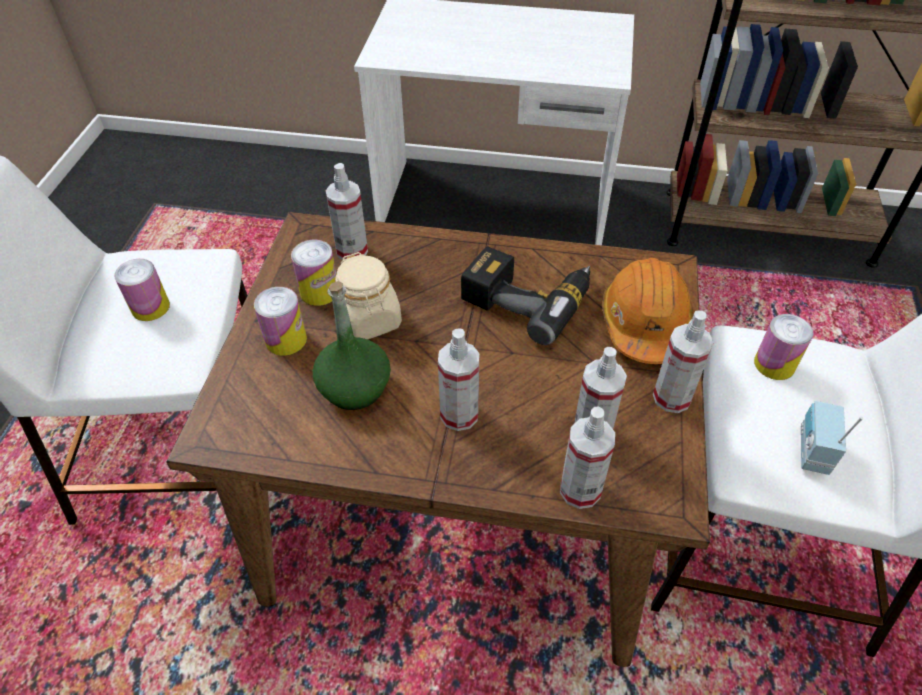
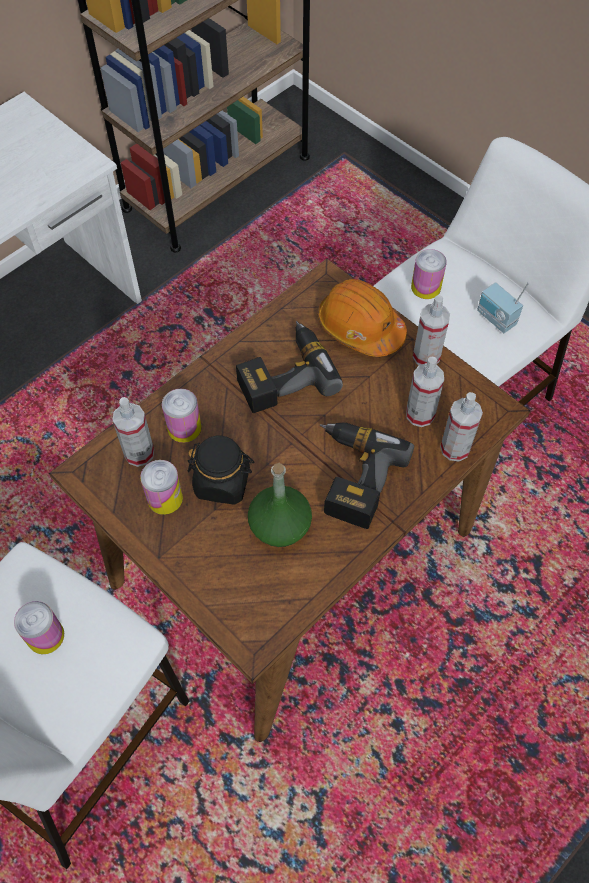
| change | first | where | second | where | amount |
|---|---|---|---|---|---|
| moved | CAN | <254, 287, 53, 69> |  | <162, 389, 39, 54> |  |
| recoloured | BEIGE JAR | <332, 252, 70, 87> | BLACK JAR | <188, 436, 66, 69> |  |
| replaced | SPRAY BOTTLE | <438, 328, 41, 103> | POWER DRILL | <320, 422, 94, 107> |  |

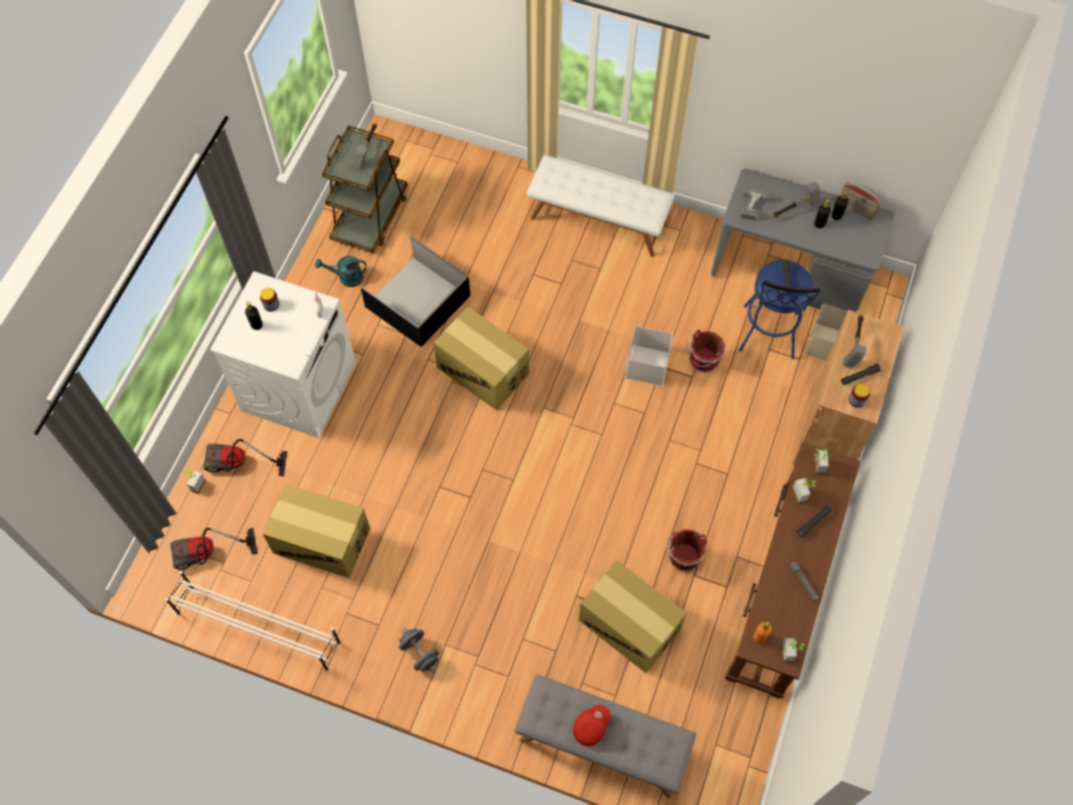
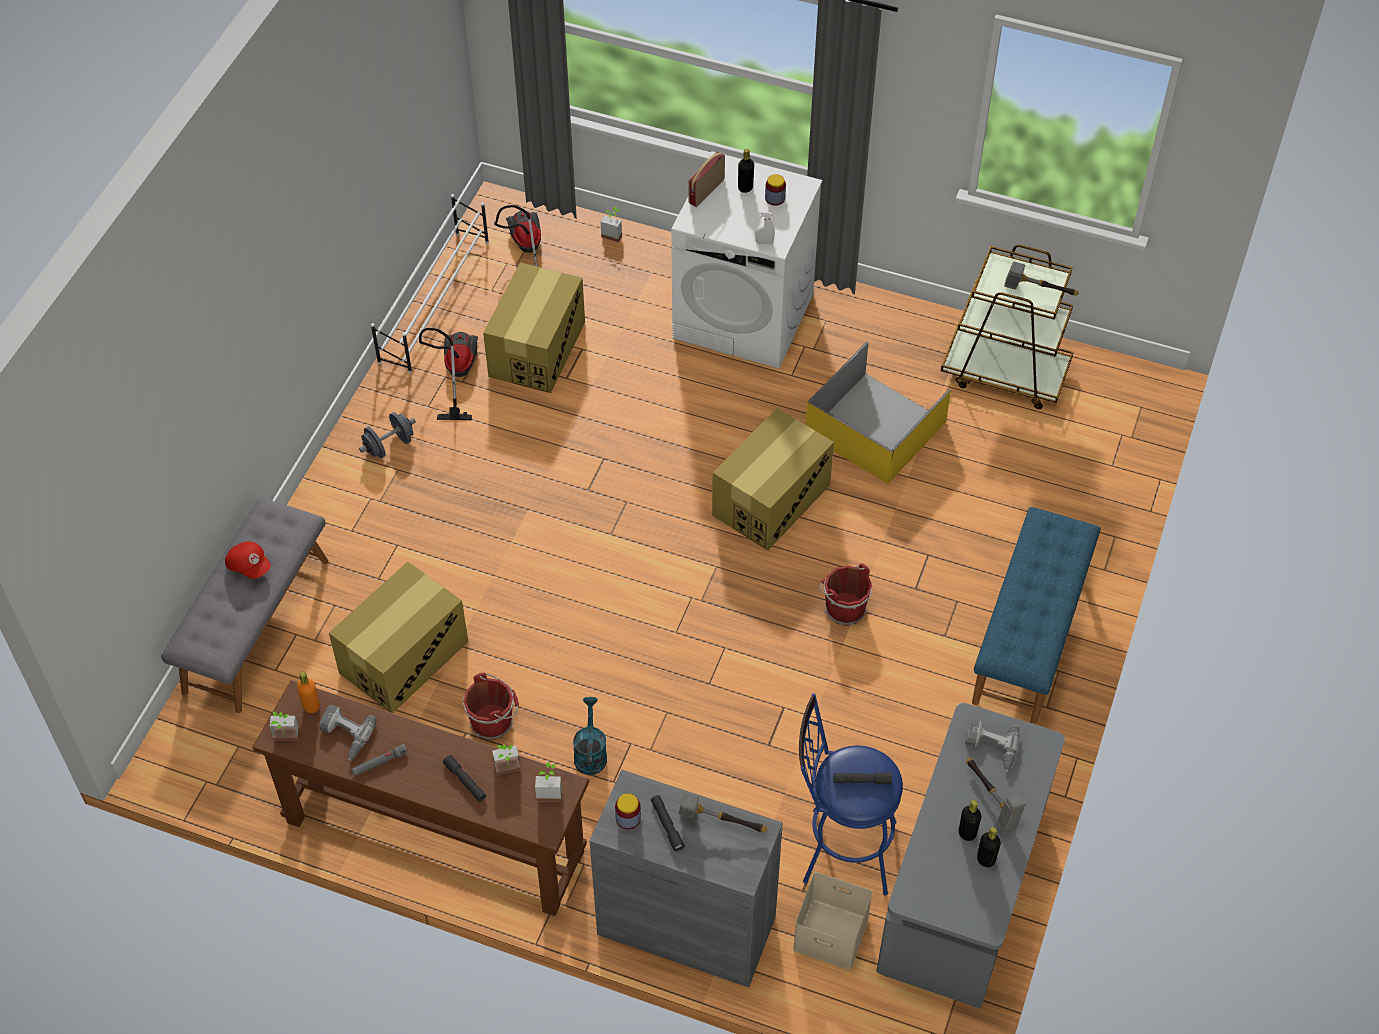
| change | first | where | second | where | amount |
|---|---|---|---|---|---|
| added |  |  | POWER DRILL | <319, 705, 58, 55> |  |
| moved | VACUUM CLEANER | <204, 439, 83, 37> |  | <419, 328, 59, 92> |  |
| moved | TURQUOISE WATERING CAN | <315, 256, 51, 31> |  | <573, 697, 34, 78> |  |
| recoloured | BROWN CABINET | <793, 310, 111, 155> | GREY CABINET | <590, 770, 193, 217> |  |
| moved | RADIO | <840, 182, 41, 38> |  | <689, 152, 36, 55> |  |
| recoloured | BLACK STORAGE BOX | <360, 236, 110, 111> | YELLOW STORAGE BOX | <805, 342, 146, 142> |  |
| moved | RED BUCKET | <687, 330, 38, 43> |  | <820, 563, 52, 63> |  |
| recoloured | WHITE BENCH | <527, 155, 148, 102> | BLUE BENCH | <972, 507, 129, 217> |  |
| removed | WHITE STORAGE BOX | <625, 326, 48, 60> |  |  |  |

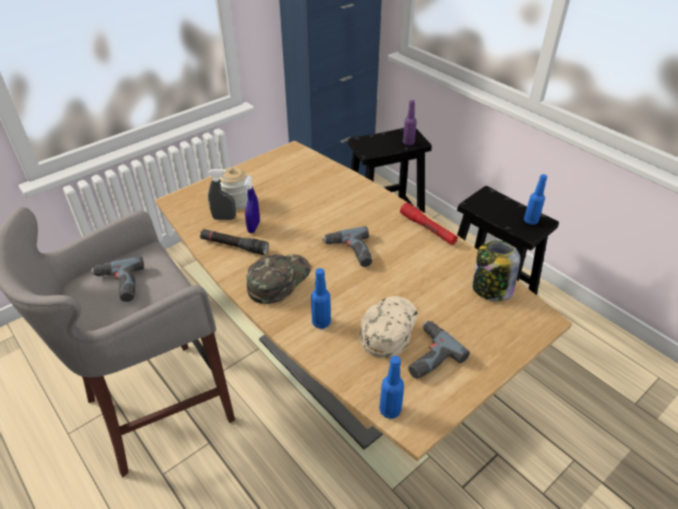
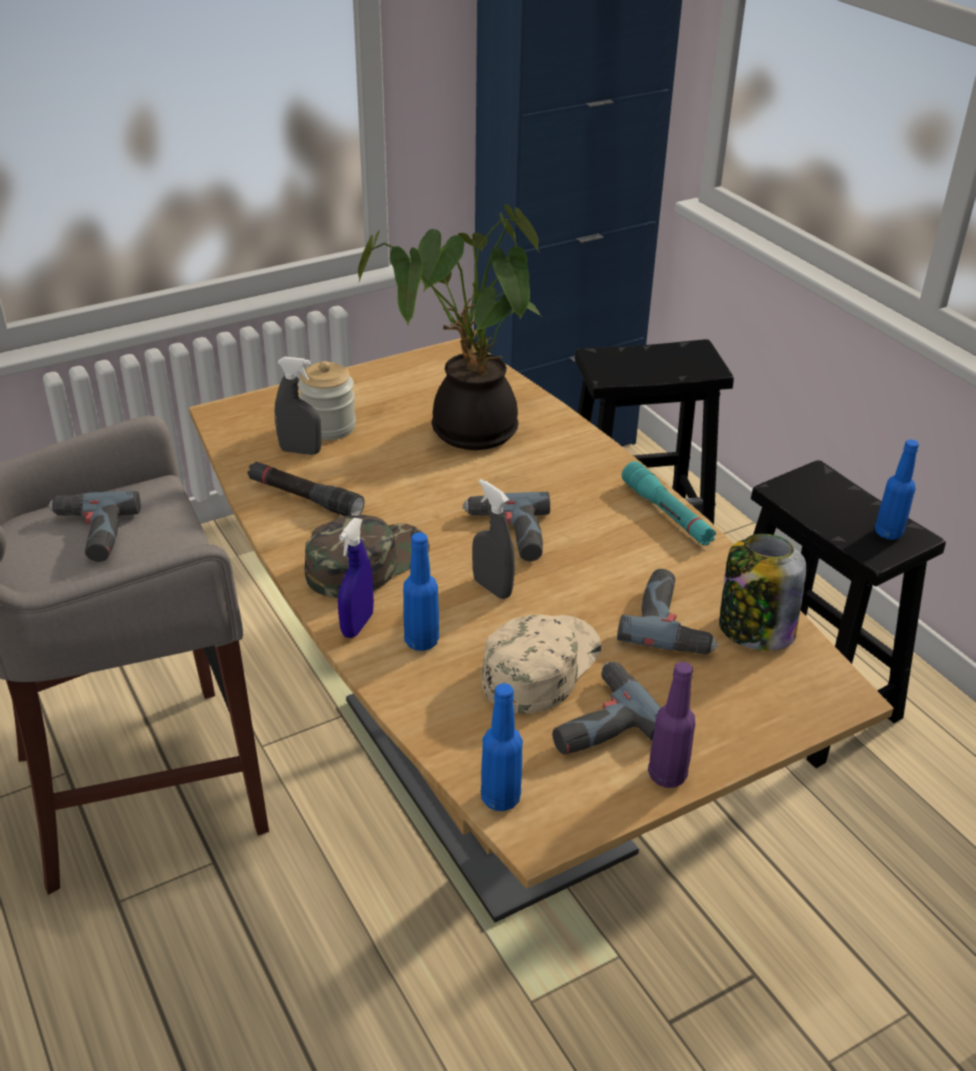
| change | first | where | second | where | amount |
|---|---|---|---|---|---|
| moved | BLUE SPRAY BOTTLE | <244, 176, 16, 57> |  | <338, 518, 36, 120> |  |
| added |  |  | POTTED PLANT | <358, 204, 183, 246> |  |
| added |  |  | GREY SPRAY BOTTLE | <472, 479, 43, 120> |  |
| added |  |  | POWER DRILL | <617, 569, 101, 85> |  |
| recoloured | RED FLASHLIGHT | <400, 203, 58, 42> | TURQUOISE FLASHLIGHT | <622, 461, 94, 84> |  |
| moved | PURPLE BOTTLE | <403, 100, 14, 45> |  | <648, 662, 47, 126> |  |

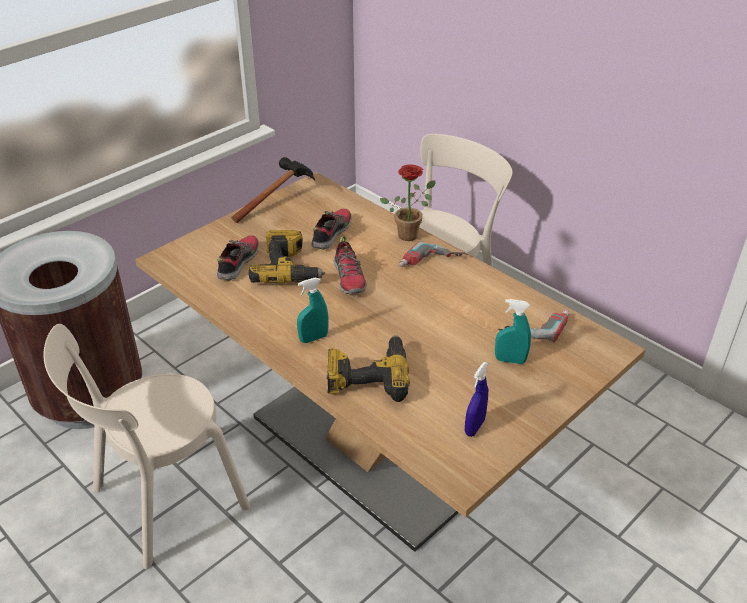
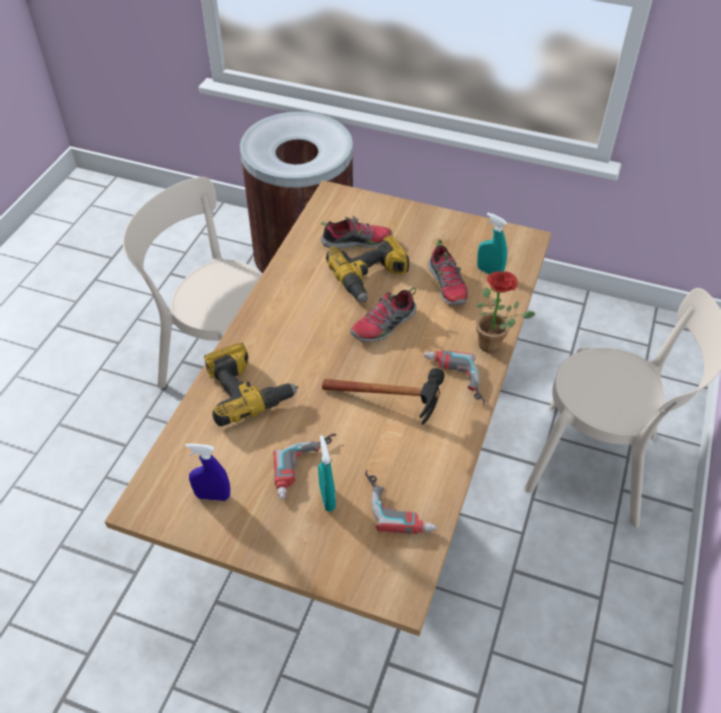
| change | first | where | second | where | amount |
|---|---|---|---|---|---|
| added |  |  | POWER DRILL | <274, 434, 63, 66> |  |
| moved | HAMMER | <231, 157, 84, 66> |  | <322, 368, 123, 57> |  |
| turned | SHOE | <311, 209, 41, 41> |  | <428, 240, 40, 66> | 75 degrees clockwise |
| moved | TURQUOISE SPRAY BOTTLE | <297, 278, 31, 65> |  | <477, 213, 30, 61> |  |

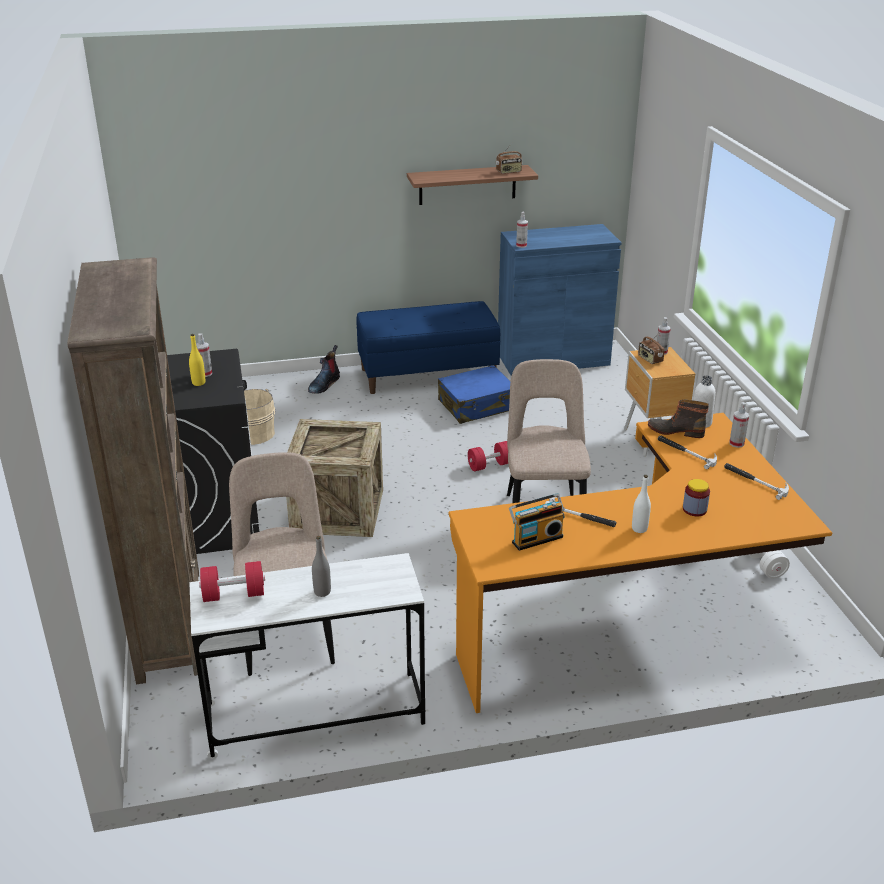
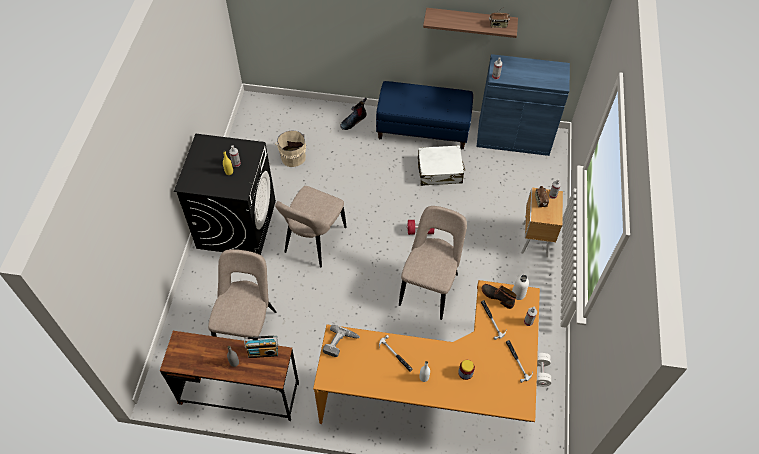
| change | first | where | second | where | amount |
|---|---|---|---|---|---|
| recoloured | WHITE DESK | <189, 553, 236, 206> | BROWN DESK | <160, 331, 139, 90> |  |
| moved | RADIO | <509, 493, 56, 58> |  | <244, 335, 34, 23> |  |
| replaced | CRATE | <286, 419, 97, 118> | BEIGE CHAIR | <275, 186, 72, 81> |  |
| added |  |  | POWER DRILL | <323, 325, 37, 32> |  |
| recoloured | BLUE SUITCASE | <438, 365, 73, 59> | WHITE SUITCASE | <418, 145, 47, 41> |  |
| removed | BROWN BOOKCASE | <68, 257, 131, 427> |  |  |  |
| removed | RED DUMBBELL | <199, 561, 66, 41> |  |  |  |

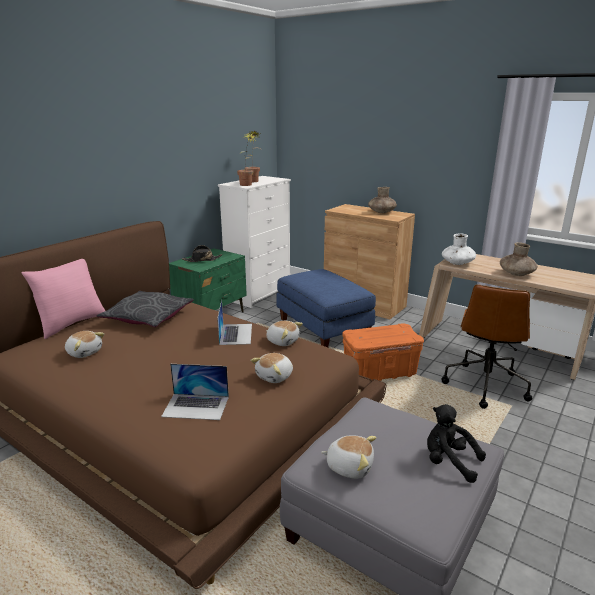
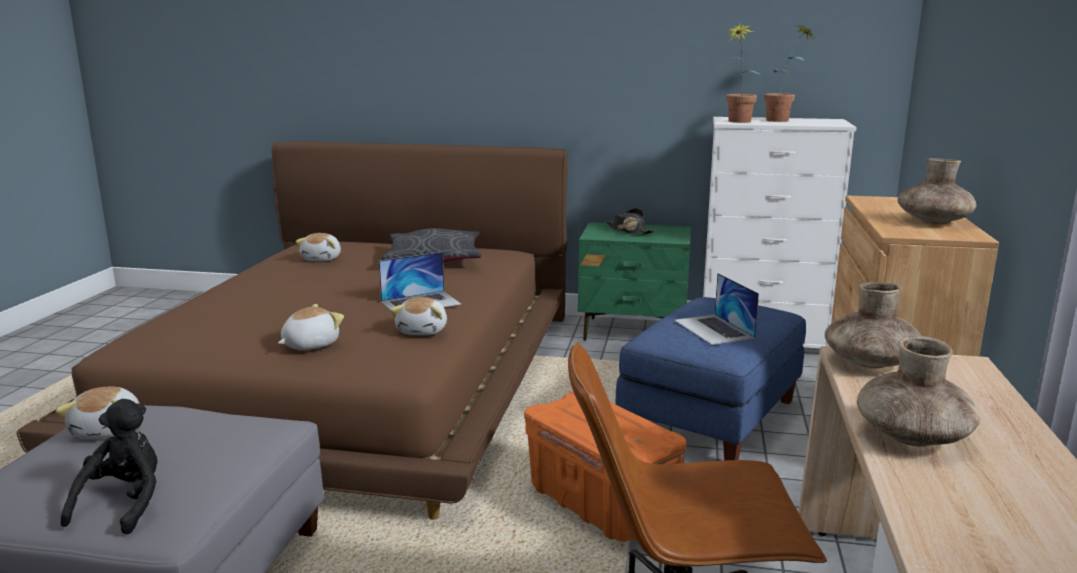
| change | first | where | second | where | amount |
|---|---|---|---|---|---|
| turned | PLUSH TOY | <251, 353, 42, 30> |  | <278, 304, 66, 46> | 120 degrees clockwise |
| moved | LAPTOP | <161, 364, 68, 56> |  | <674, 273, 85, 72> |  |
| recoloured | WHITE VASE | <442, 233, 34, 32> | BROWN VASE | <825, 282, 96, 87> |  |
| removed | PINK PILLOW | <21, 259, 84, 80> |  |  |  |

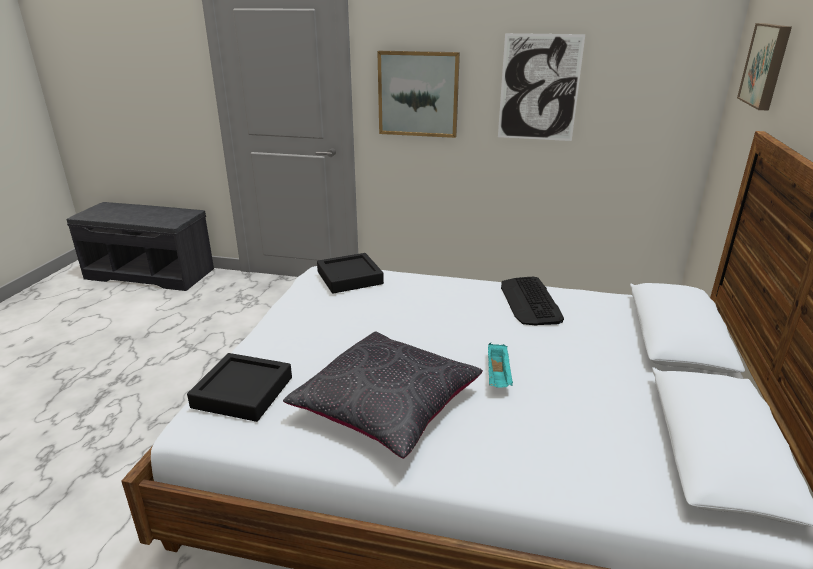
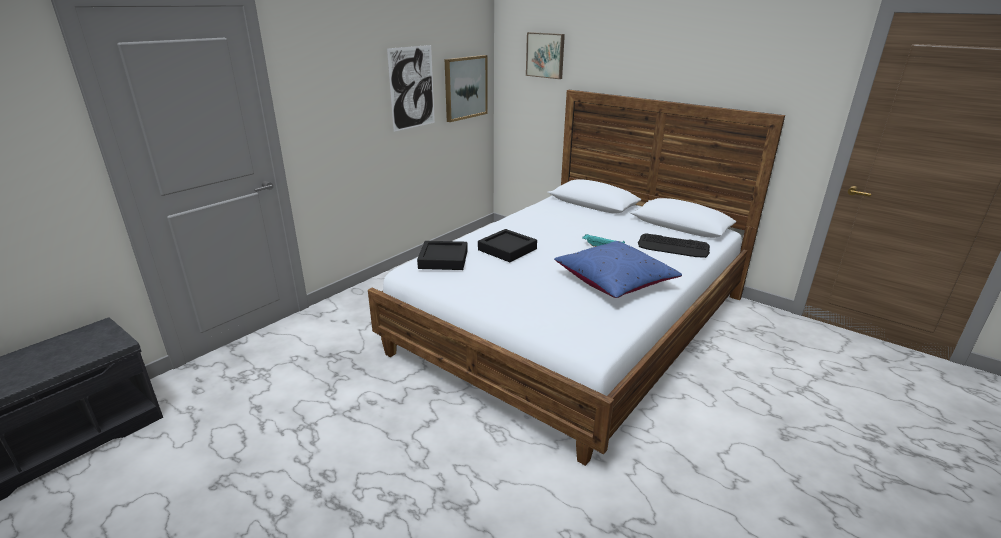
| change | first | where | second | where | amount |
|---|---|---|---|---|---|
| moved | PICTURE | <377, 51, 83, 87> |  | <445, 55, 42, 67> |  |
| moved | BLACK TRAY | <187, 353, 105, 69> |  | <478, 229, 59, 33> |  |
| recoloured | BLACK PILLOW | <283, 332, 200, 127> | BLUE PILLOW | <554, 241, 128, 57> |  |
| moved | KEYBOARD | <501, 277, 63, 49> |  | <638, 233, 72, 25> |  |

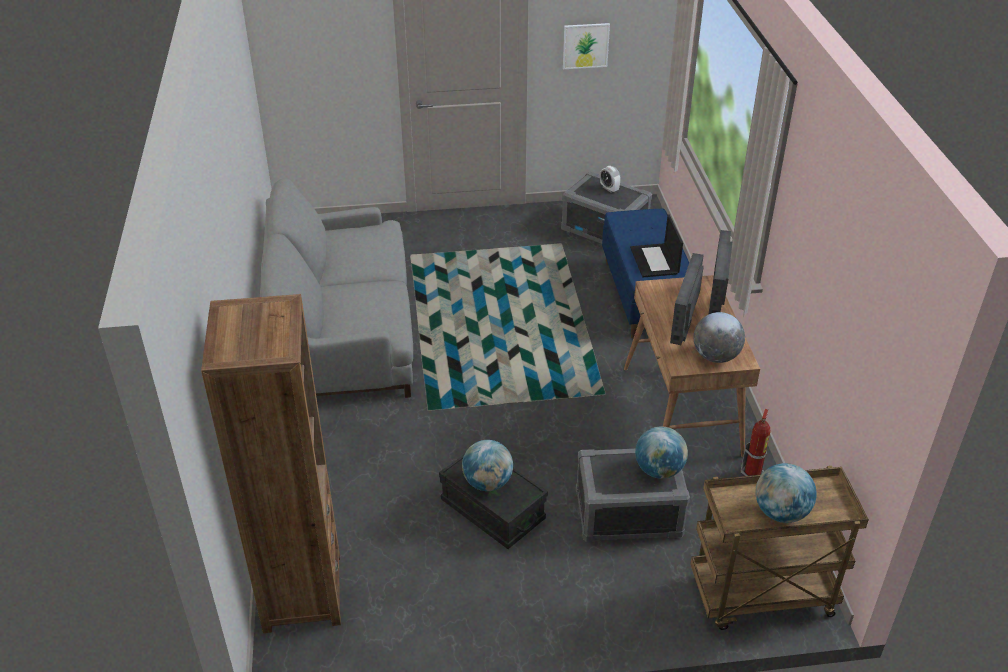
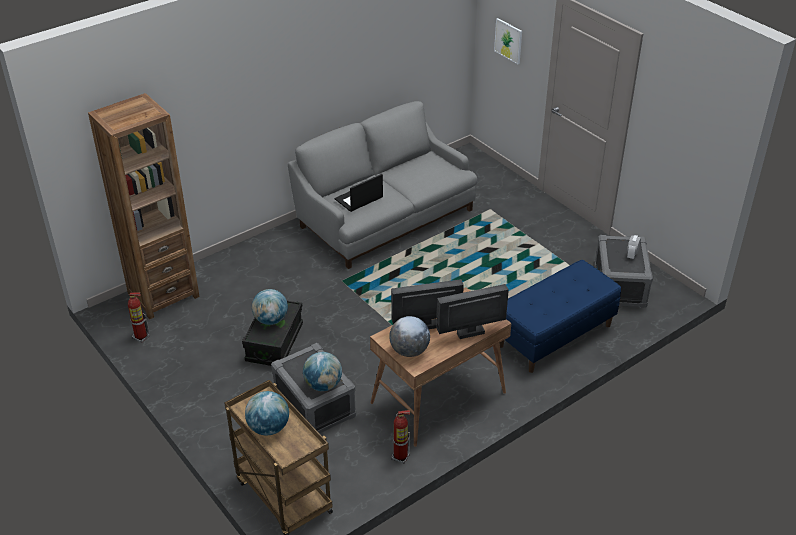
| change | first | where | second | where | amount |
|---|---|---|---|---|---|
| added |  |  | FIRE EXTINGUISHER | <128, 292, 22, 51> |  |
| moved | LAPTOP | <630, 215, 53, 62> |  | <335, 174, 48, 38> |  |
| moved | PICTURE | <563, 23, 47, 46> |  | <494, 18, 28, 46> |  |

